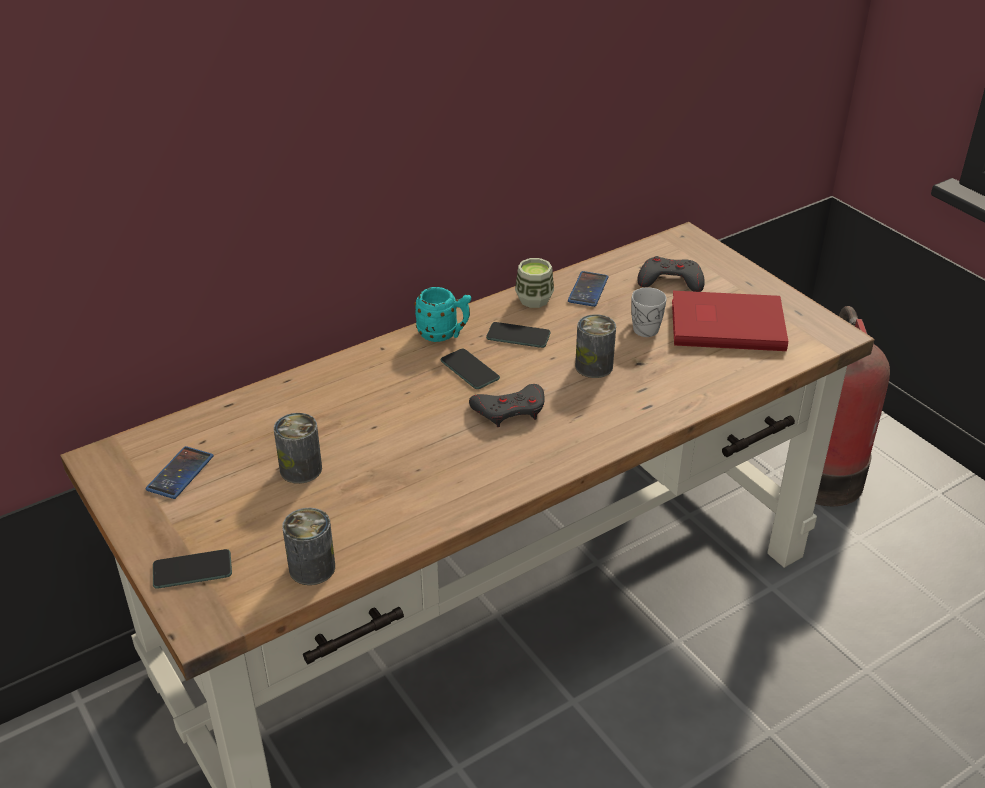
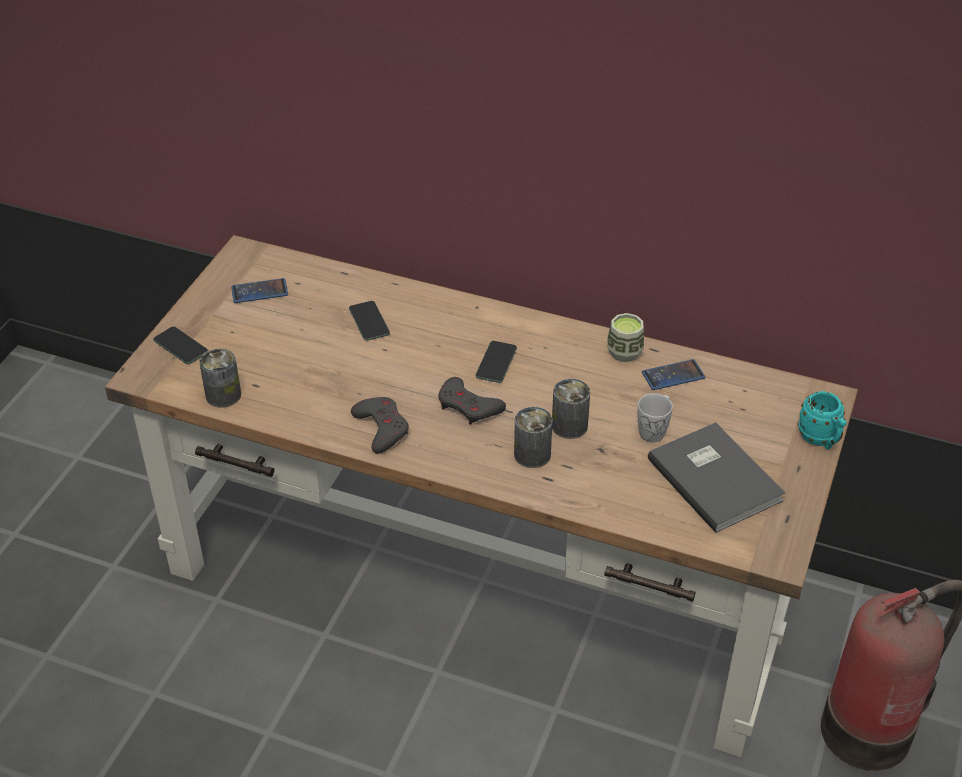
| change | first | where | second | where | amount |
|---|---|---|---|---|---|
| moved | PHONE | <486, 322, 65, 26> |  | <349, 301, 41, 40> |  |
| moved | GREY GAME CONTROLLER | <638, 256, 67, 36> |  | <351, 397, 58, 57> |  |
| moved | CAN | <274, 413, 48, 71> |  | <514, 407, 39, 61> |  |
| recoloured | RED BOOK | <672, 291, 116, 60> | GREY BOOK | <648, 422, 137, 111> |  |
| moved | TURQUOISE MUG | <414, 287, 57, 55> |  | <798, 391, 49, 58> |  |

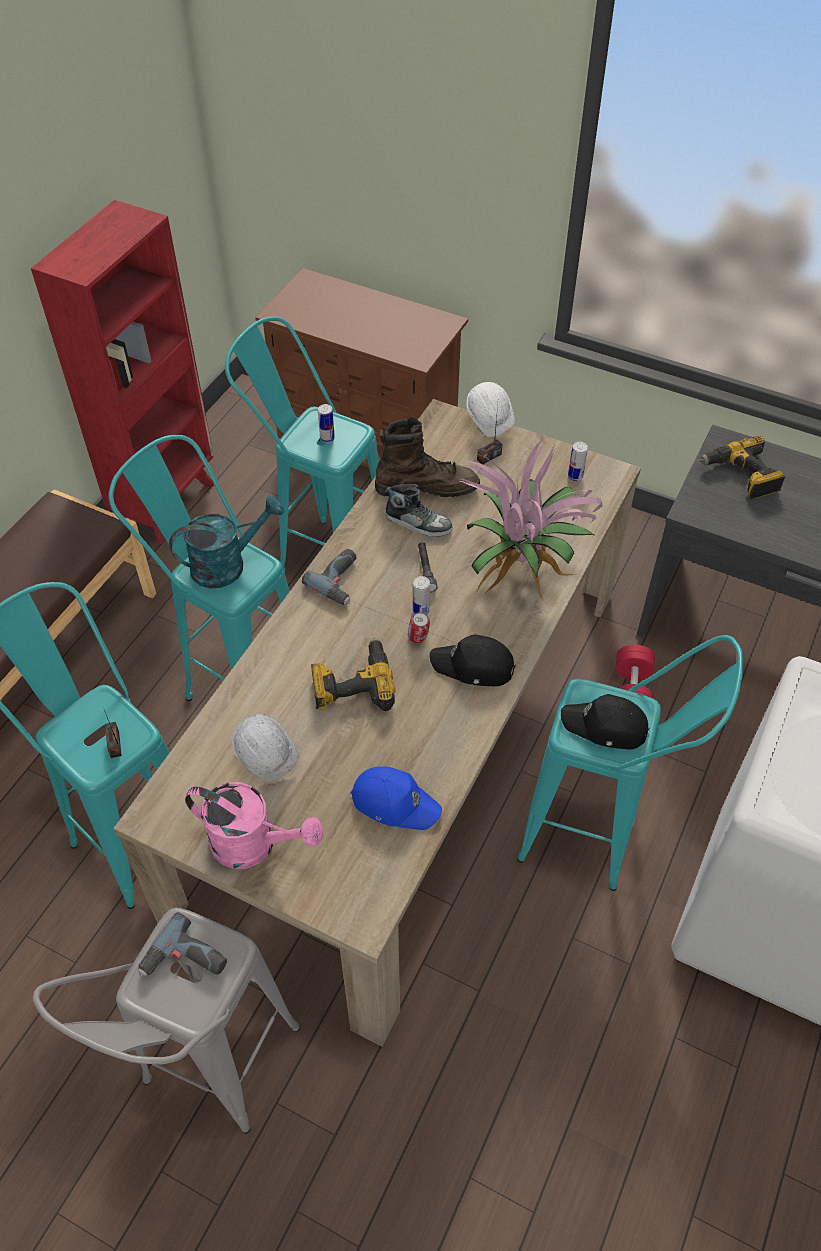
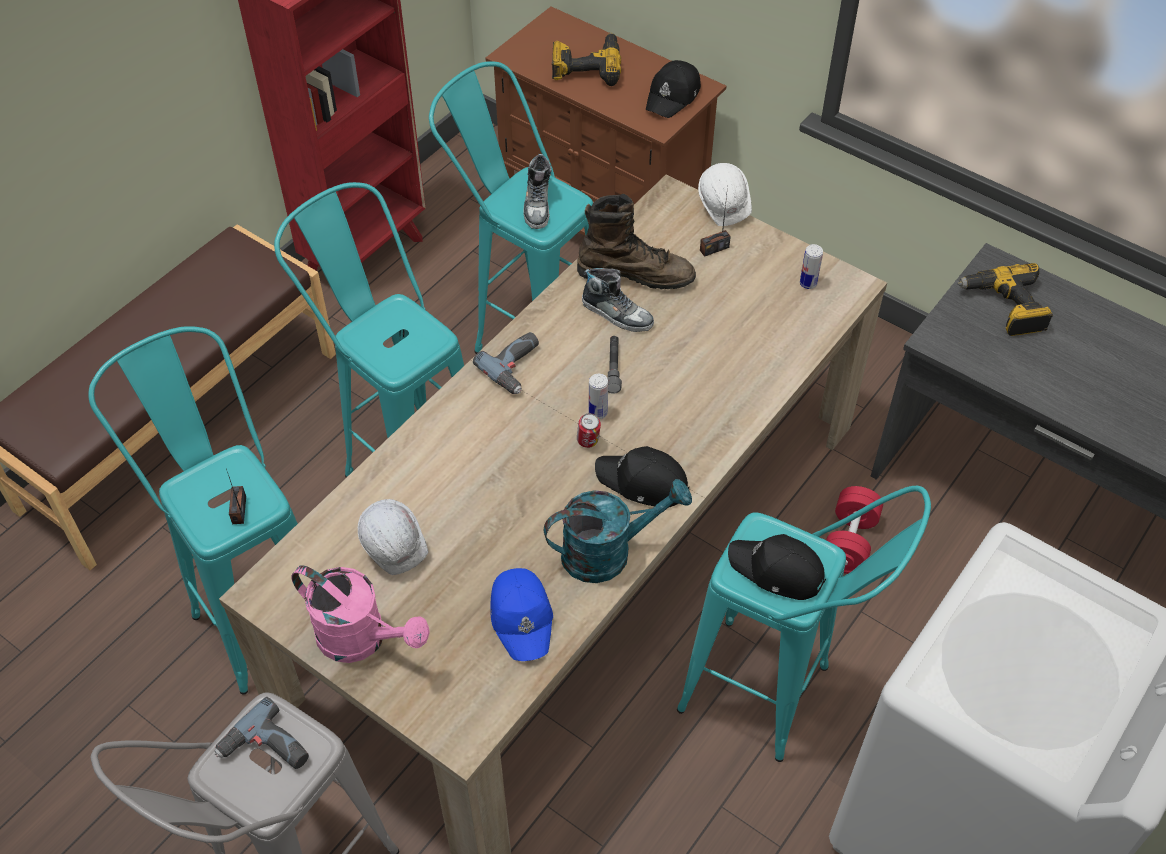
| change | first | where | second | where | amount |
|---|---|---|---|---|---|
| turned | BLUE CAP | <350, 766, 92, 64> |  | <490, 568, 63, 93> | 45 degrees clockwise |
| replaced | CAN | <318, 404, 17, 39> | SHOE | <523, 154, 29, 75> |  |
| moved | TURQUOISE WATERING CAN | <169, 495, 115, 93> |  | <544, 479, 148, 104> |  |
| moved | POWER DRILL | <311, 638, 85, 73> |  | <552, 33, 69, 53> |  |
| added |  |  | BLACK CAP | <646, 60, 55, 58> |  |
| removed | POTTED PLANT | <459, 436, 144, 166> |  |  |  |

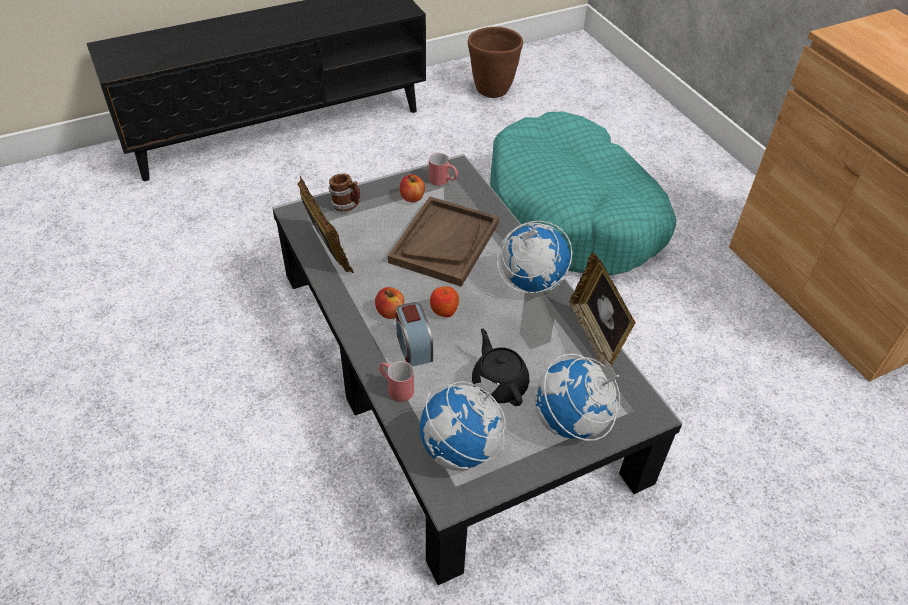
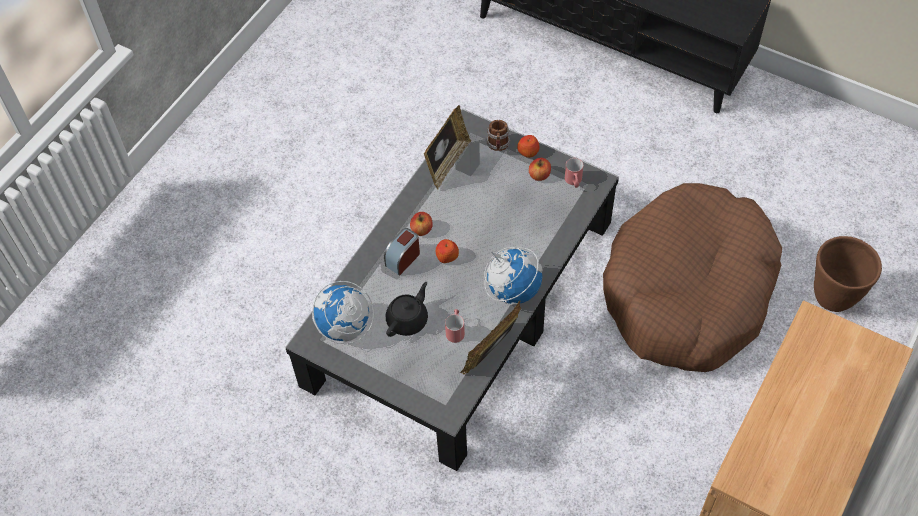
| change | first | where | second | where | amount |
|---|---|---|---|---|---|
| moved | RED MUG | <379, 361, 35, 41> |  | <445, 309, 20, 34> |  |
| added |  |  | APPLE | <517, 135, 23, 23> |  |
| recoloured | TURQUOISE DOG BED | <490, 112, 186, 164> | BROWN DOG BED | <603, 183, 179, 189> |  |
| moved | BROWN PLANTER | <468, 27, 55, 71> |  | <814, 236, 68, 76> |  |
| removed | BROWN TRAY | <388, 197, 111, 90> |  |  |  |
| removed | GLOBE | <535, 354, 85, 87> |  |  |  |

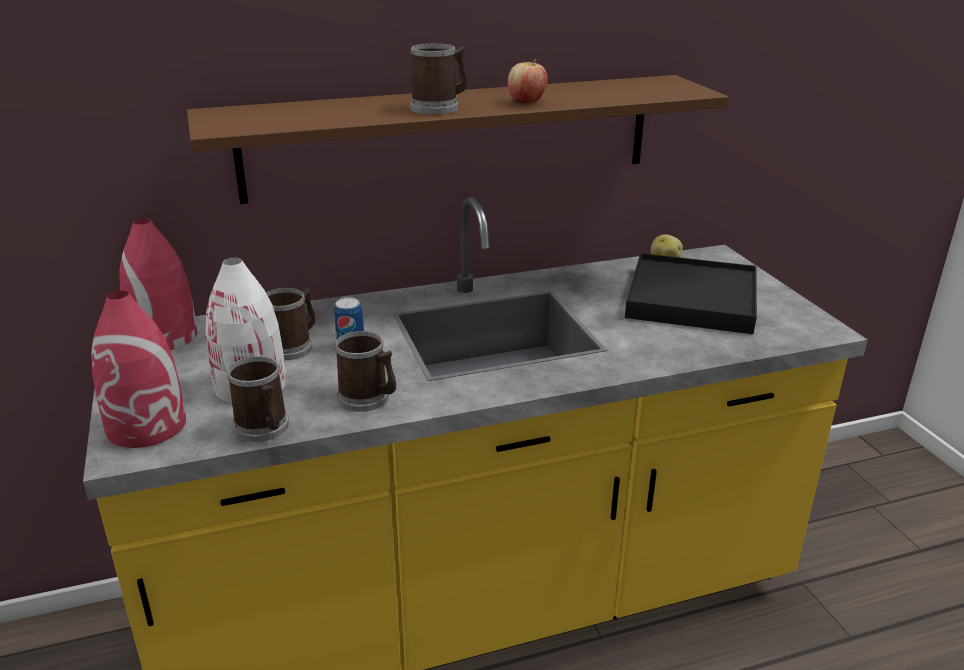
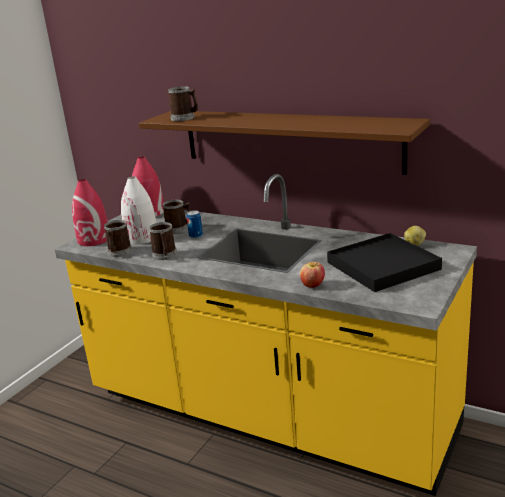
| change | first | where | second | where | amount |
|---|---|---|---|---|---|
| moved | MUG | <410, 43, 57, 71> |  | <168, 86, 30, 35> |  |
| moved | APPLE | <508, 59, 40, 44> |  | <300, 262, 25, 26> |  |

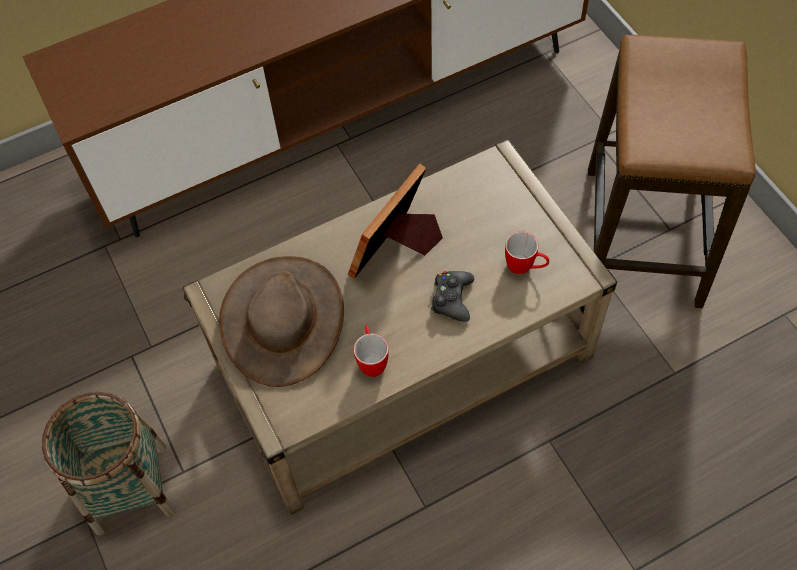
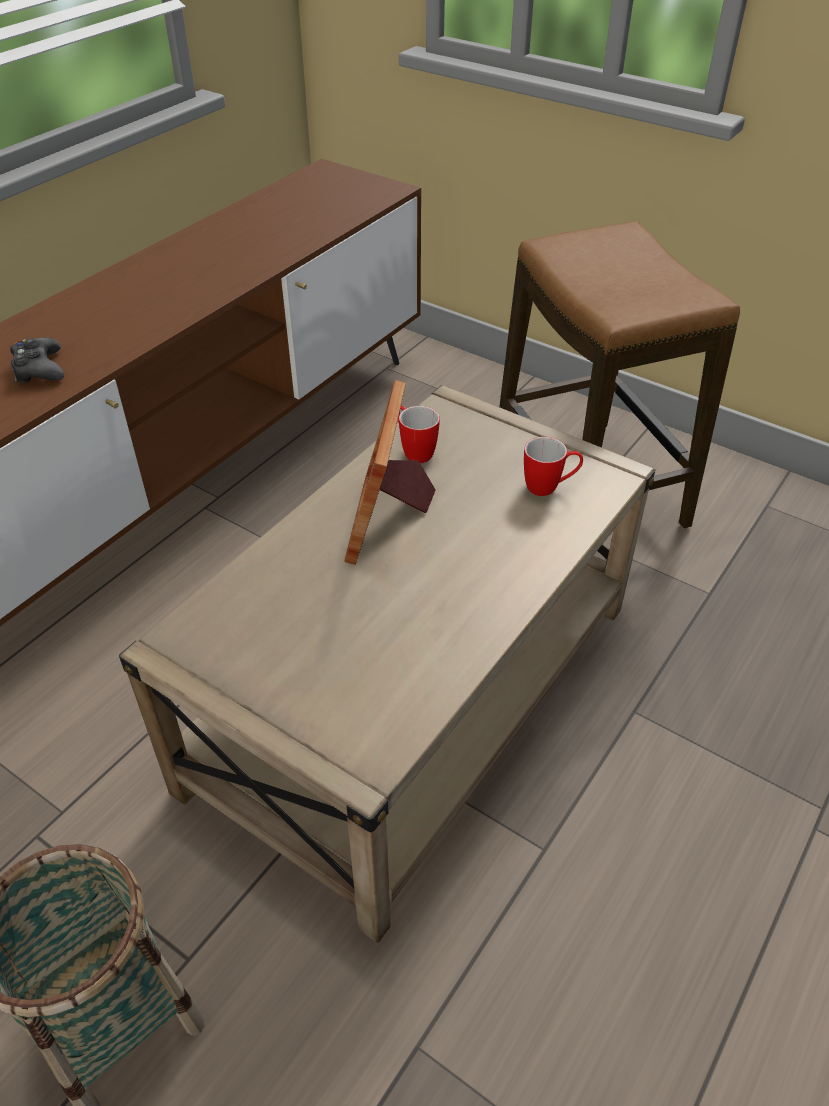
| change | first | where | second | where | amount |
|---|---|---|---|---|---|
| moved | BLACK GAME CONTROLLER | <431, 271, 43, 51> |  | <10, 337, 54, 46> |  |
| moved | MUG | <353, 325, 36, 52> |  | <398, 406, 42, 57> |  |
| removed | BROWN HAT | <219, 256, 125, 131> |  |  |  |

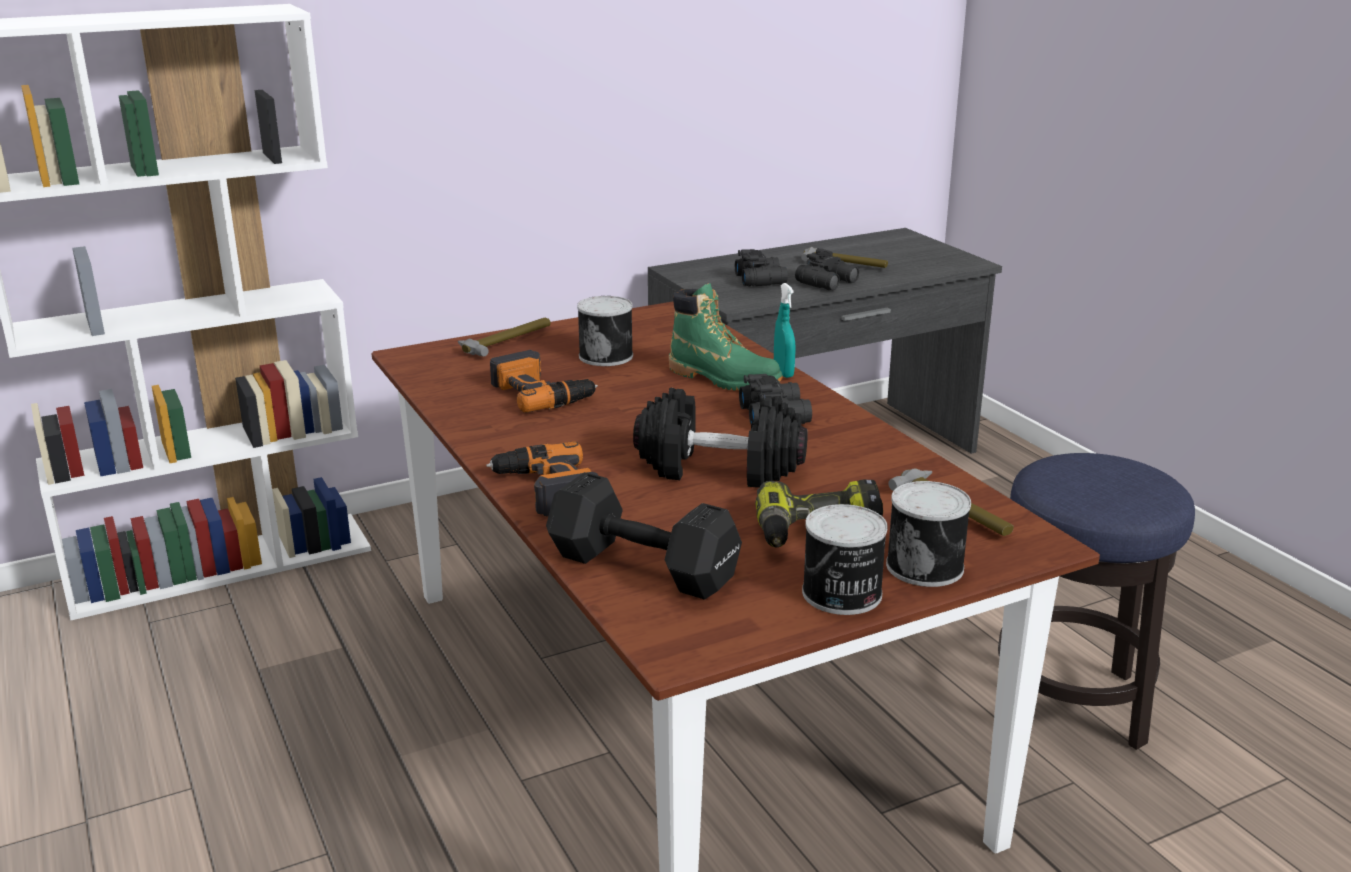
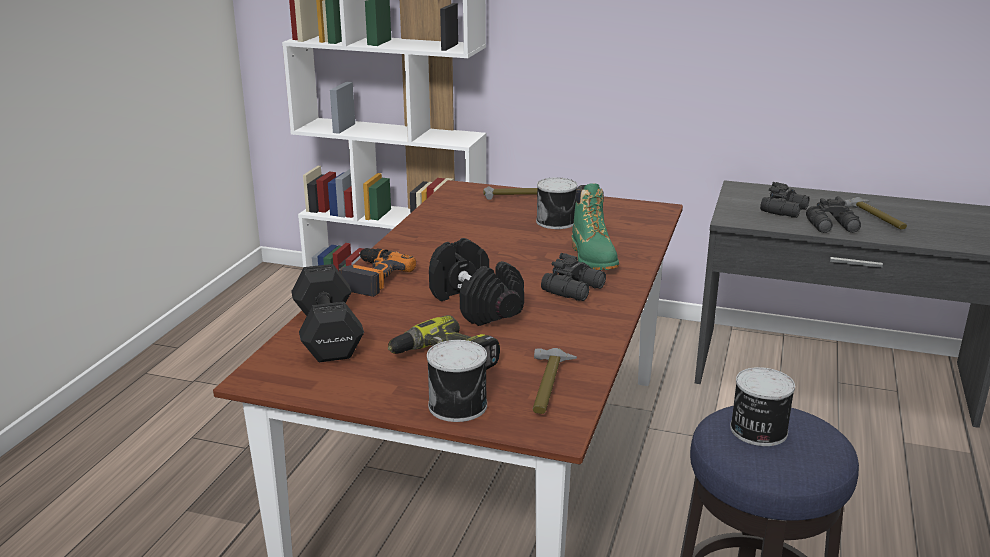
| change | first | where | second | where | amount |
|---|---|---|---|---|---|
| moved | CAN | <802, 504, 86, 111> |  | <730, 367, 65, 79> |  |
| removed | POWER DRILL | <490, 350, 108, 63> |  |  |  |
| removed | TURQUOISE SPRAY BOTTLE | <774, 283, 22, 95> |  |  |  |

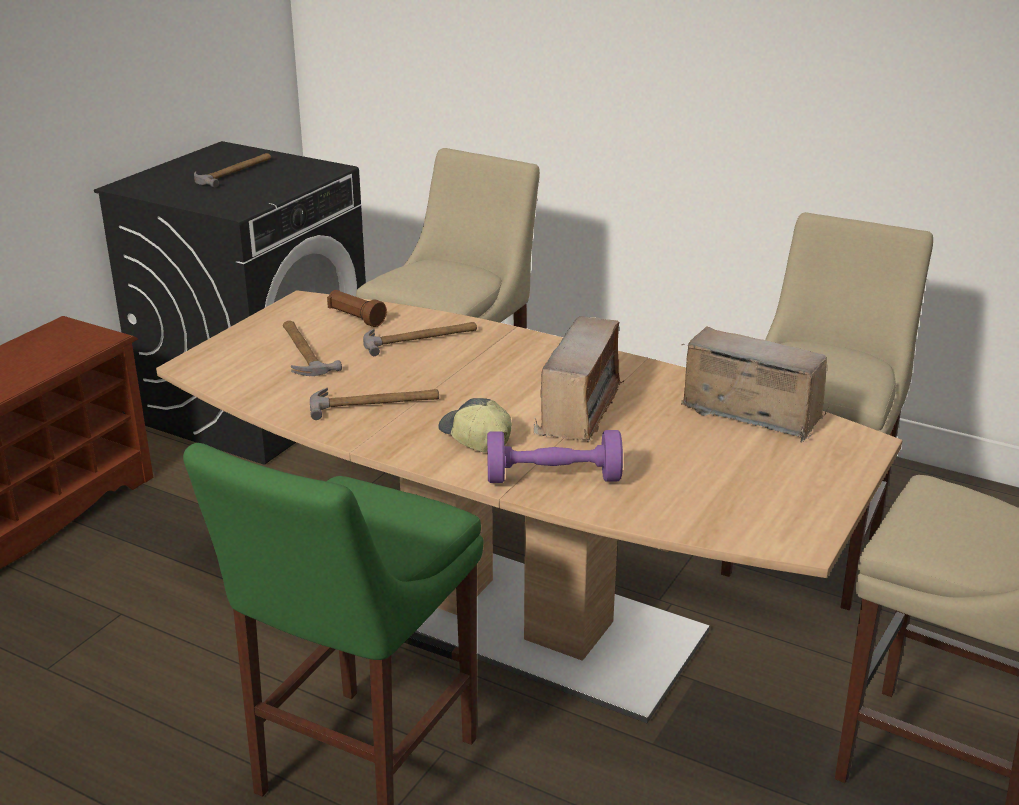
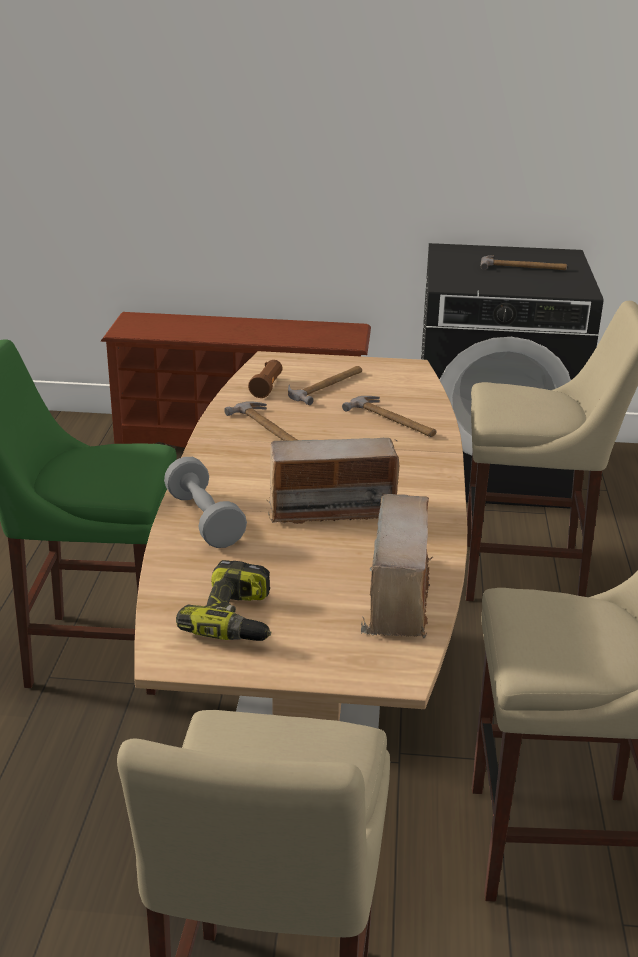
| change | first | where | second | where | amount |
|---|---|---|---|---|---|
| recoloured | PURPLE DUMBBELL | <487, 430, 136, 53> | GREY DUMBBELL | <164, 457, 83, 91> |  |
| added |  |  | POWER DRILL | <176, 560, 95, 81> |  |
| moved | BROWN FLASHLIGHT | <327, 290, 60, 37> |  | <248, 360, 35, 38> |  |
| removed | CAP | <438, 398, 74, 54> |  |  |  |

